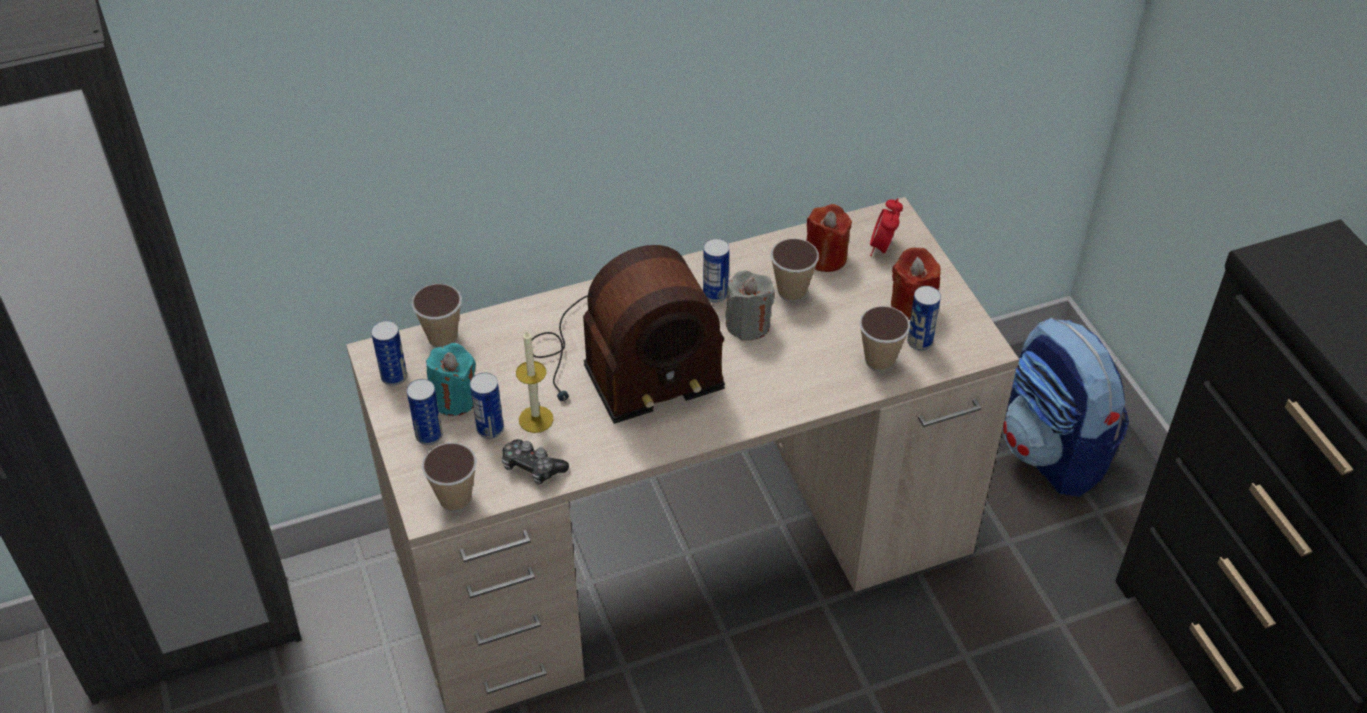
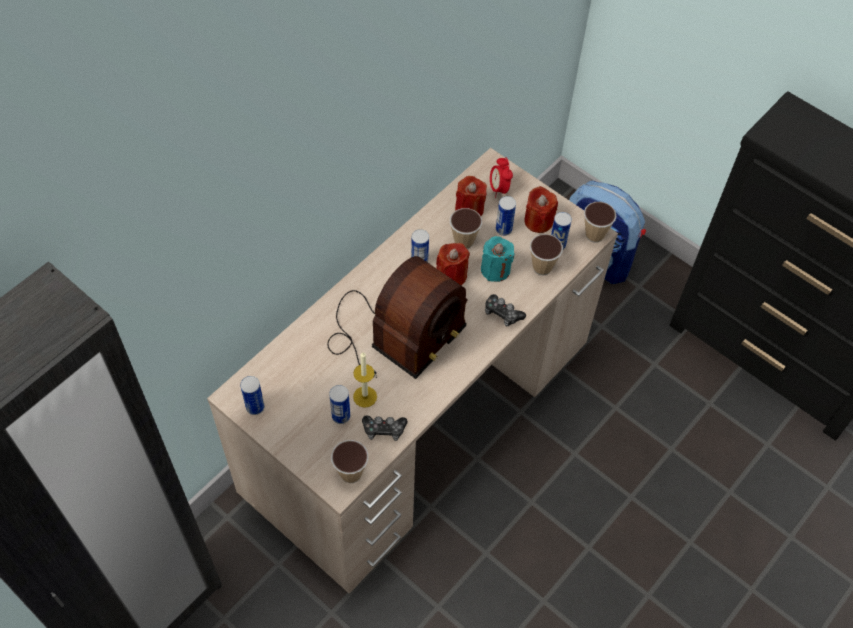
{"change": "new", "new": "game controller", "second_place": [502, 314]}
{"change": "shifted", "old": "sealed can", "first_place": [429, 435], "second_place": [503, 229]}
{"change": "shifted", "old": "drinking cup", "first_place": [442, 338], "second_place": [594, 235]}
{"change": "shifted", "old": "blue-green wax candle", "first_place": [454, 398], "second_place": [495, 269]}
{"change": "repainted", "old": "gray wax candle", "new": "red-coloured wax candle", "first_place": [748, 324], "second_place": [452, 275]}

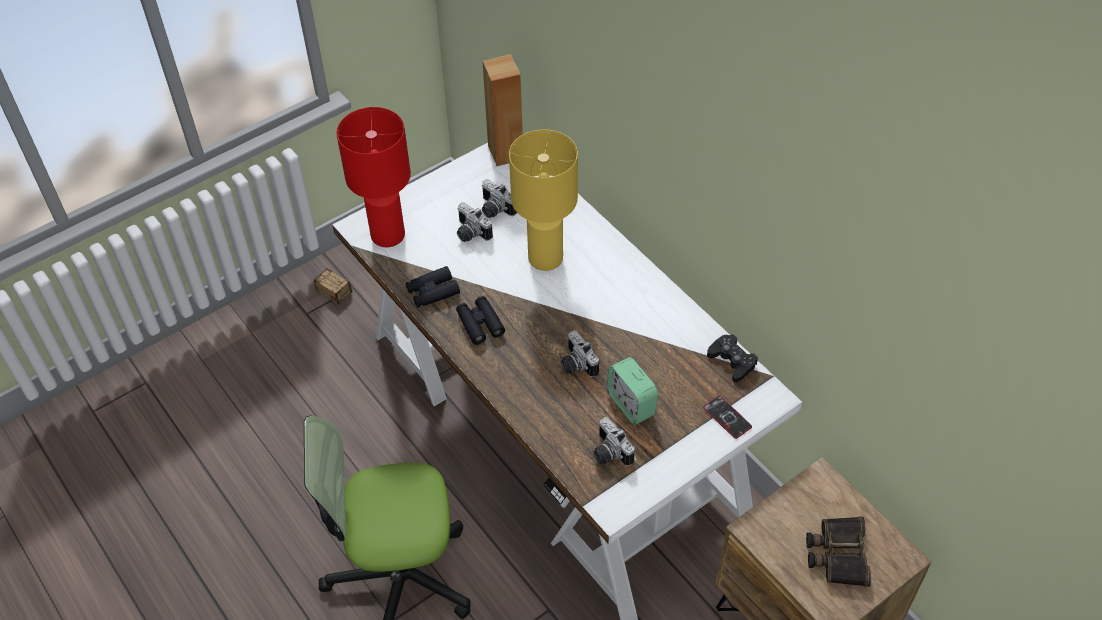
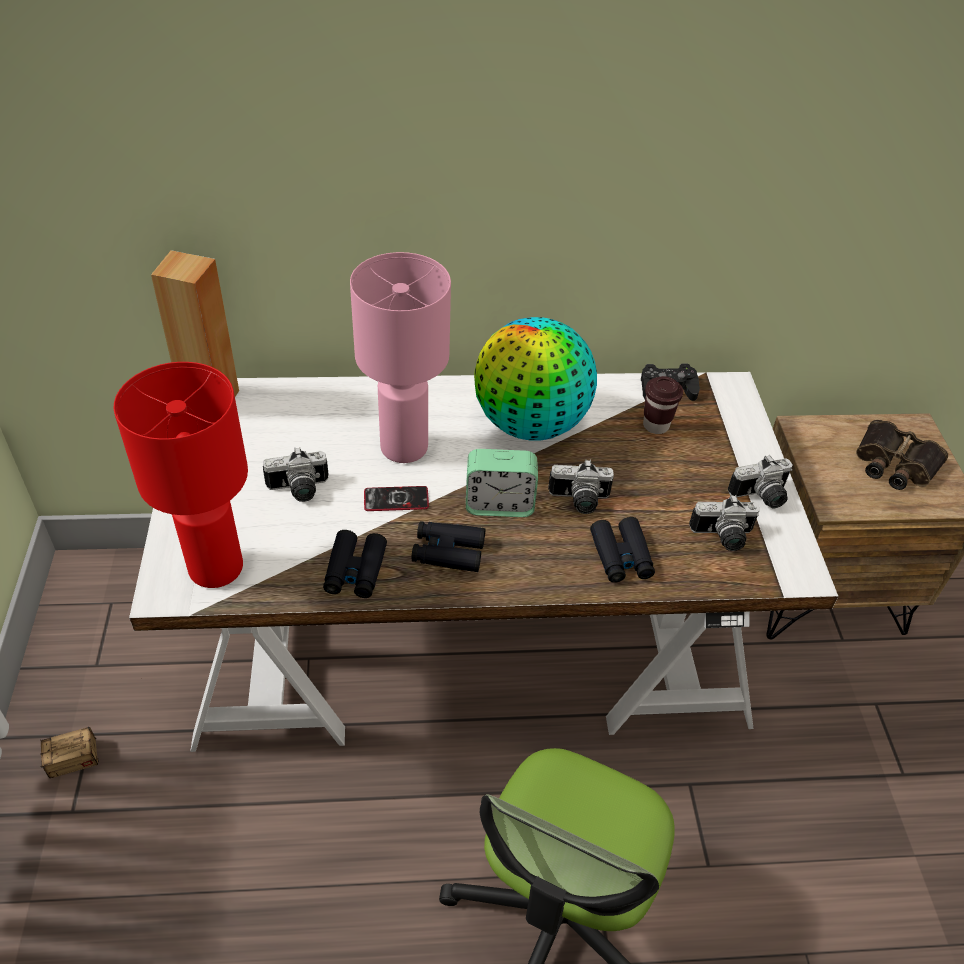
{"change": "new", "new": "globe", "second_place": [530, 424]}
{"change": "new", "new": "black field glasses", "second_place": [621, 556]}
{"change": "new", "new": "brownish drinking cup", "second_place": [656, 425]}
{"change": "shifted", "old": "photo camera", "first_place": [494, 209], "second_place": [761, 497]}
{"change": "shifted", "old": "bedside clock", "first_place": [631, 404], "second_place": [499, 504]}
{"change": "shifted", "old": "telephone", "first_place": [727, 417], "second_place": [396, 499]}
{"change": "repainted", "old": "yellow tabletop lamp", "new": "pink-coloured tabletop lamp", "first_place": [544, 259], "second_place": [404, 448]}

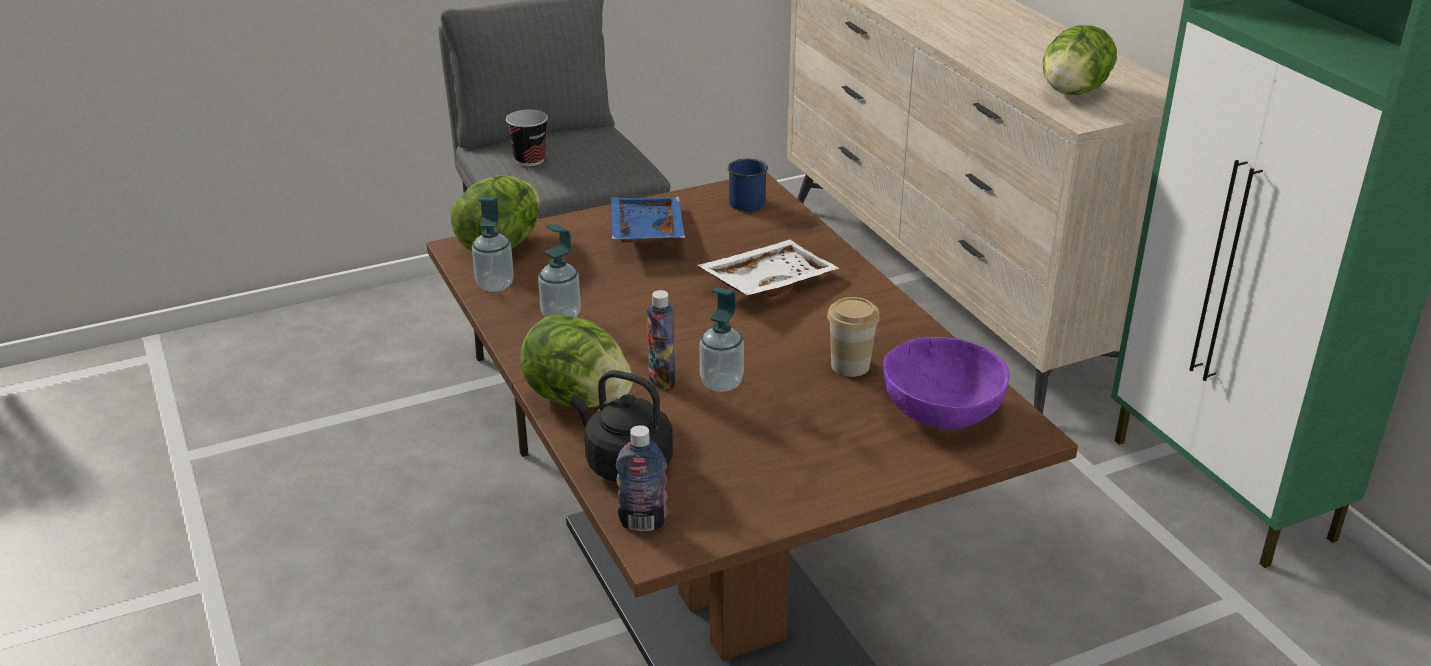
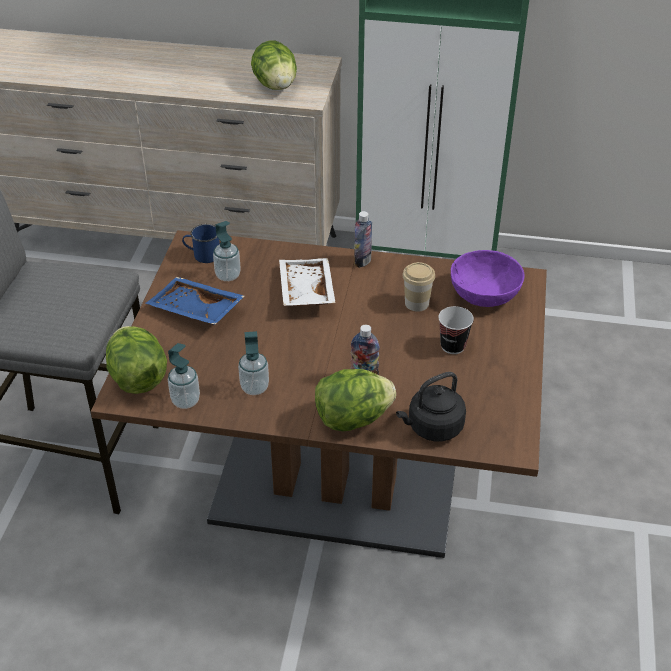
{"change": "shifted", "old": "drinking cup", "first_place": [530, 160], "second_place": [453, 346]}
{"change": "shifted", "old": "drink bottle", "first_place": [643, 523], "second_place": [362, 261]}
{"change": "shifted", "old": "soap bottle", "first_place": [721, 383], "second_place": [228, 275]}

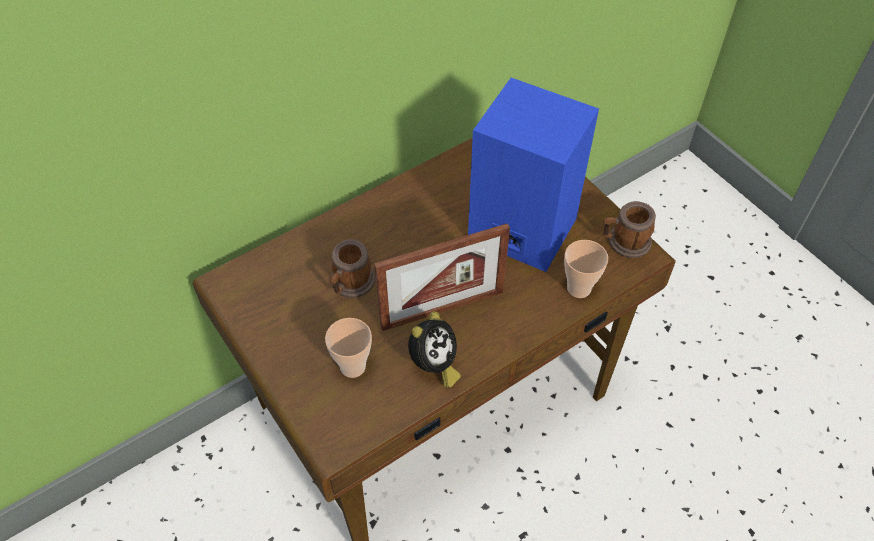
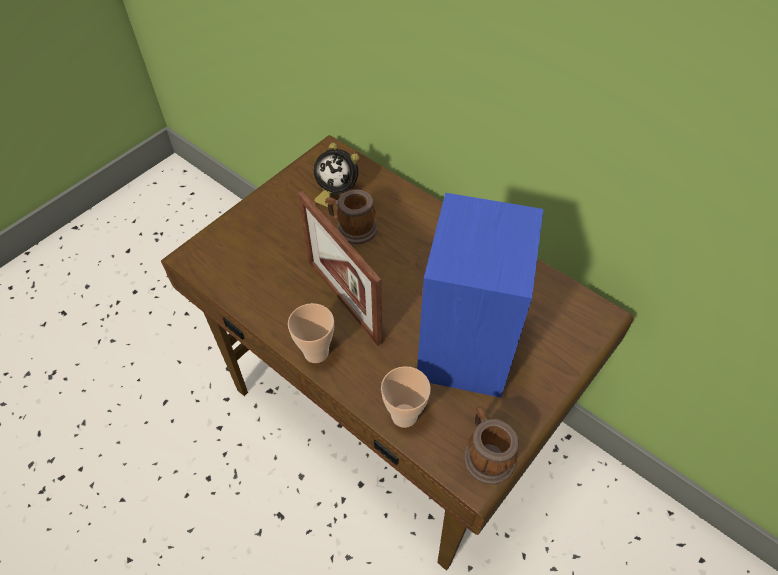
{"change": "shifted", "old": "drinking cup", "first_place": [353, 366], "second_place": [316, 352]}
{"change": "shifted", "old": "bedside clock", "first_place": [434, 365], "second_place": [336, 192]}

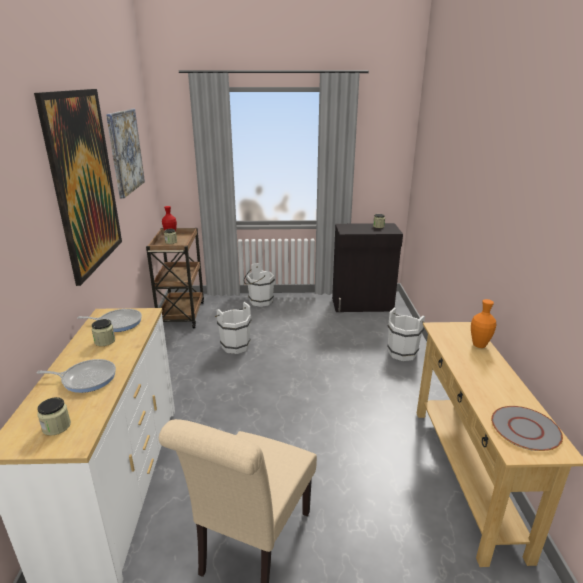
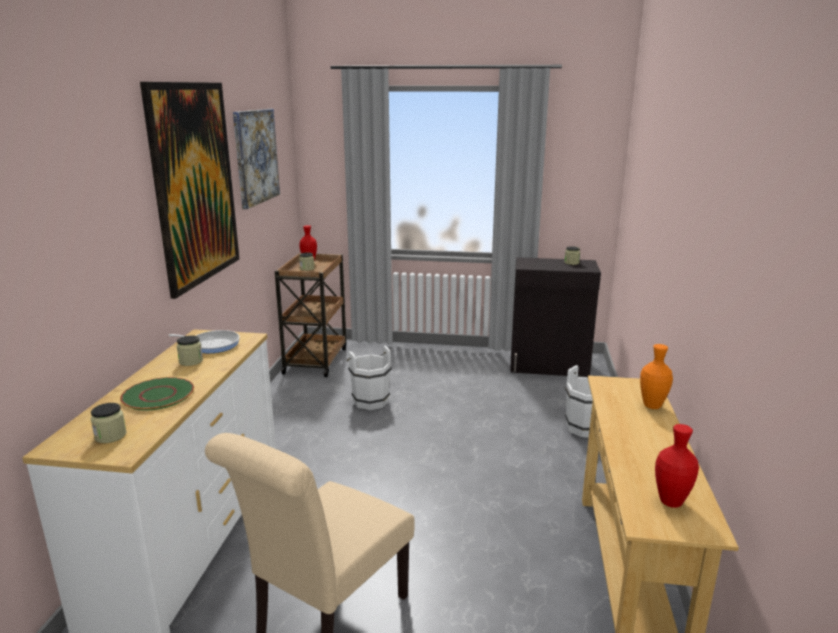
{"change": "gone", "old": "white-coloured pail", "first_place": [259, 302]}
{"change": "swapped", "old": "pan", "new": "green-coloured flat dish", "first_place": [86, 378], "second_place": [158, 395]}
{"change": "swapped", "old": "gray flat dish", "new": "red-coloured flower vase", "first_place": [525, 429], "second_place": [671, 502]}

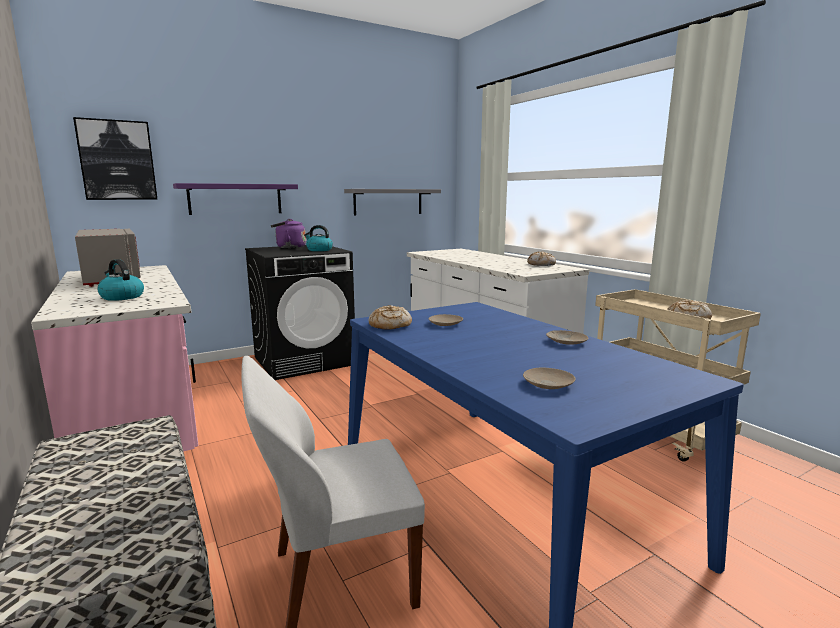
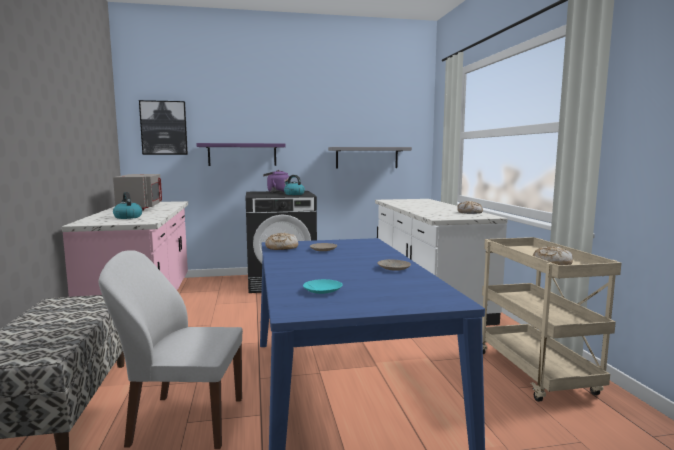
{"change": "repainted", "old": "sand-coloured flat dish", "new": "blue-green flat dish", "first_place": [548, 384], "second_place": [322, 291]}

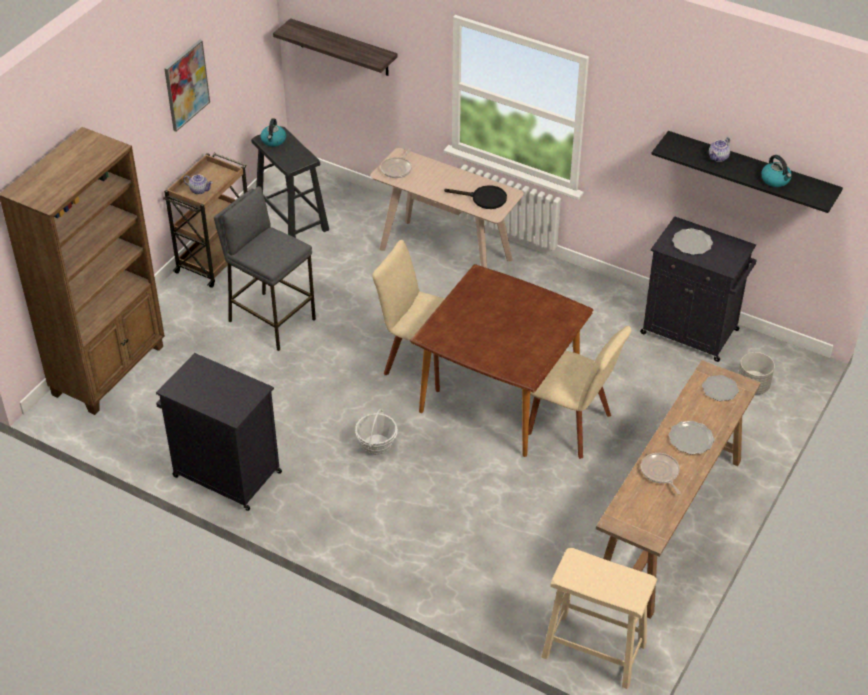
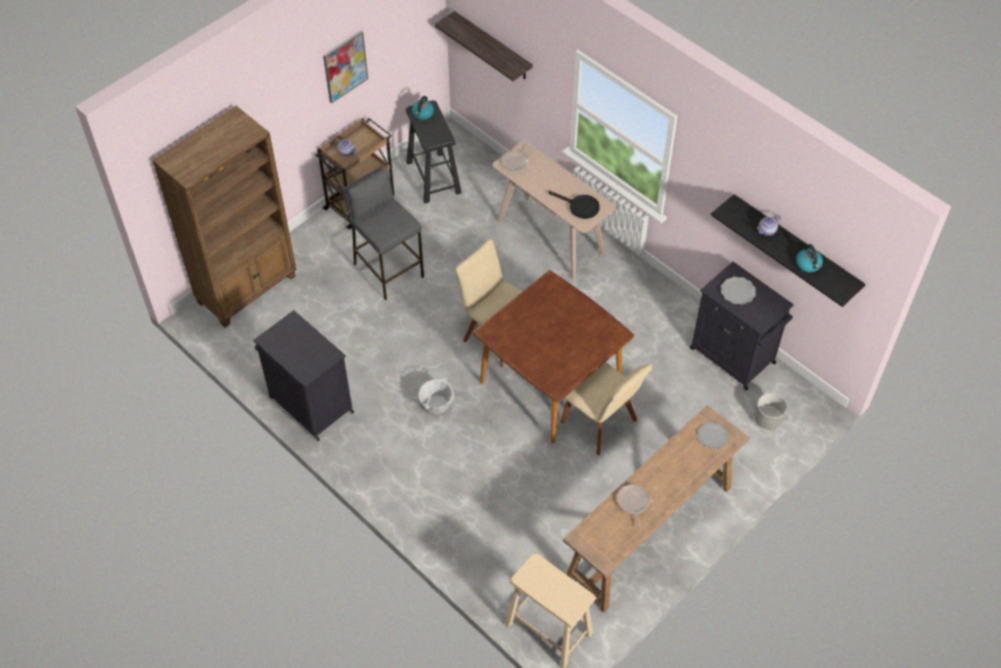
{"change": "gone", "old": "flat dish", "first_place": [691, 439]}

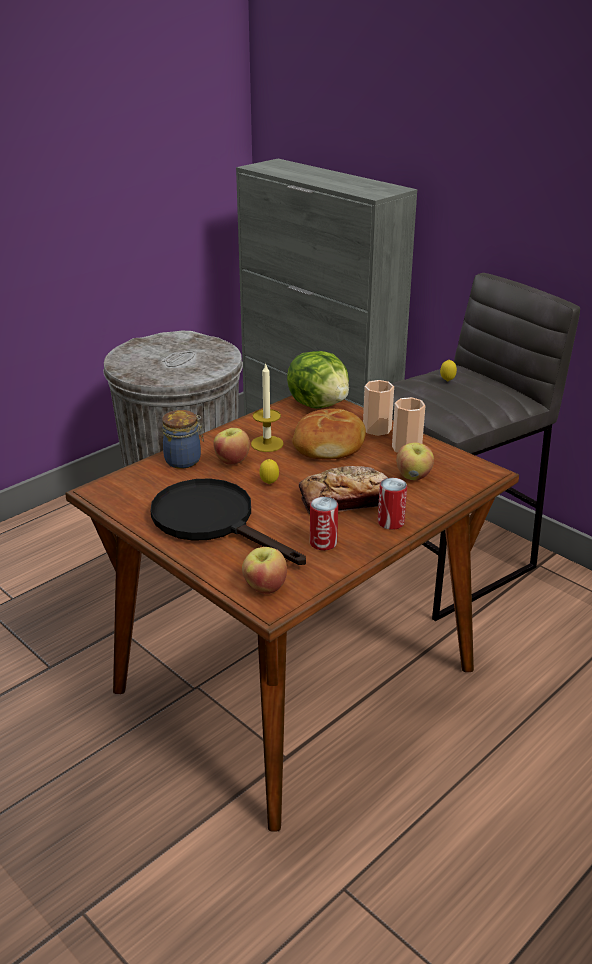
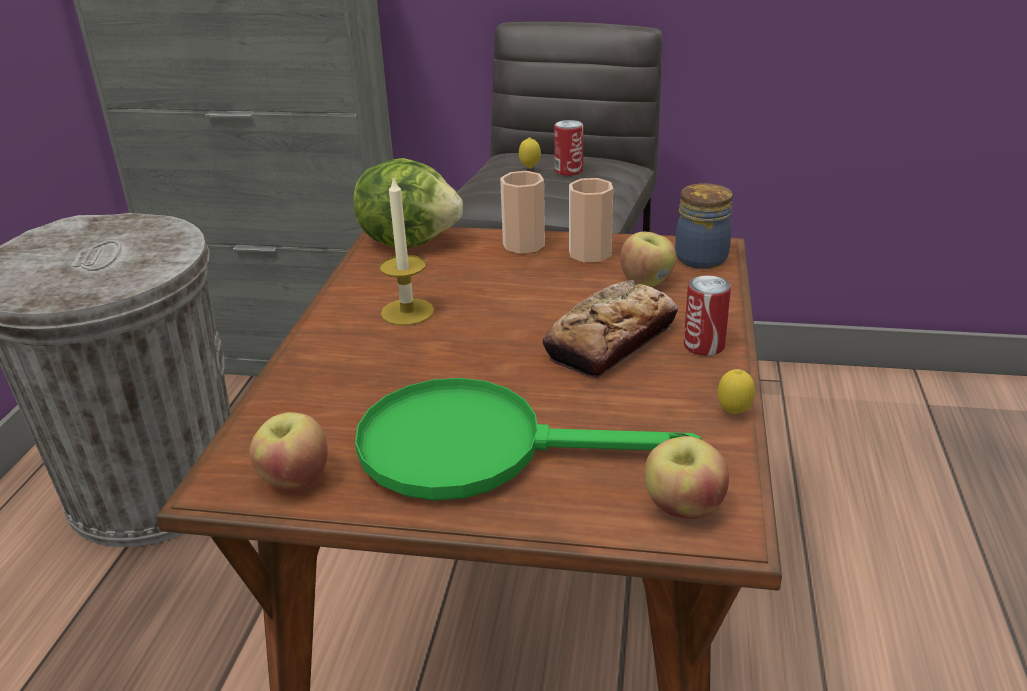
{"change": "gone", "old": "baked bread", "first_place": [329, 445]}
{"change": "shifted", "old": "preserve jar", "first_place": [184, 460], "second_place": [702, 257]}
{"change": "shifted", "old": "apple fruit", "first_place": [232, 460], "second_place": [294, 479]}
{"change": "shifted", "old": "lemon", "first_place": [269, 483], "second_place": [733, 413]}
{"change": "shifted", "old": "sealed can", "first_place": [323, 543], "second_place": [568, 171]}
{"change": "repainted", "old": "black pan", "new": "green-coloured pan", "first_place": [213, 521], "second_place": [478, 448]}

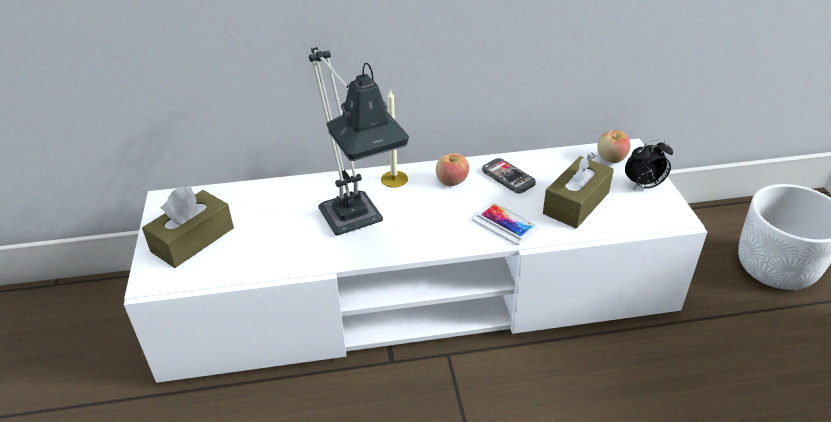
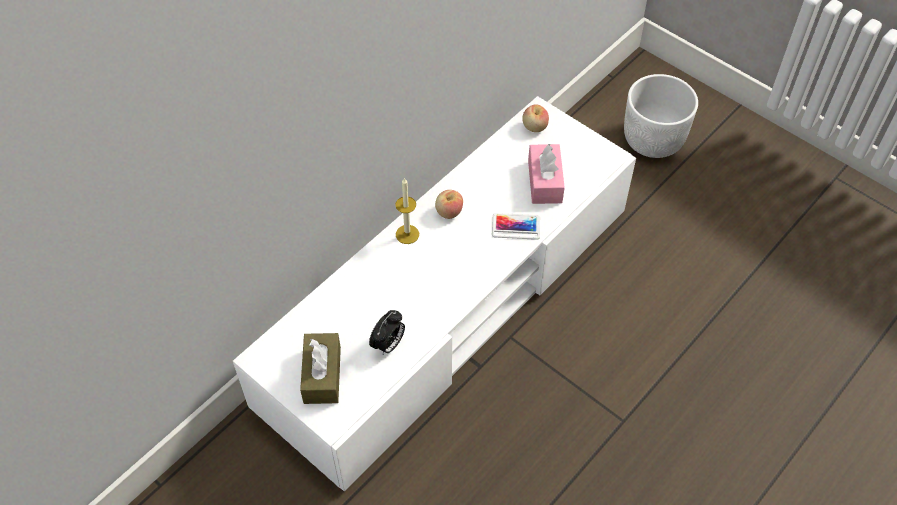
{"change": "gone", "old": "tabletop lamp", "first_place": [356, 225]}
{"change": "gone", "old": "telephone", "first_place": [508, 177]}
{"change": "shifted", "old": "bedside clock", "first_place": [644, 186], "second_place": [388, 345]}
{"change": "repainted", "old": "brownish tissue box", "new": "pink-coloured tissue box", "first_place": [576, 203], "second_place": [544, 181]}

